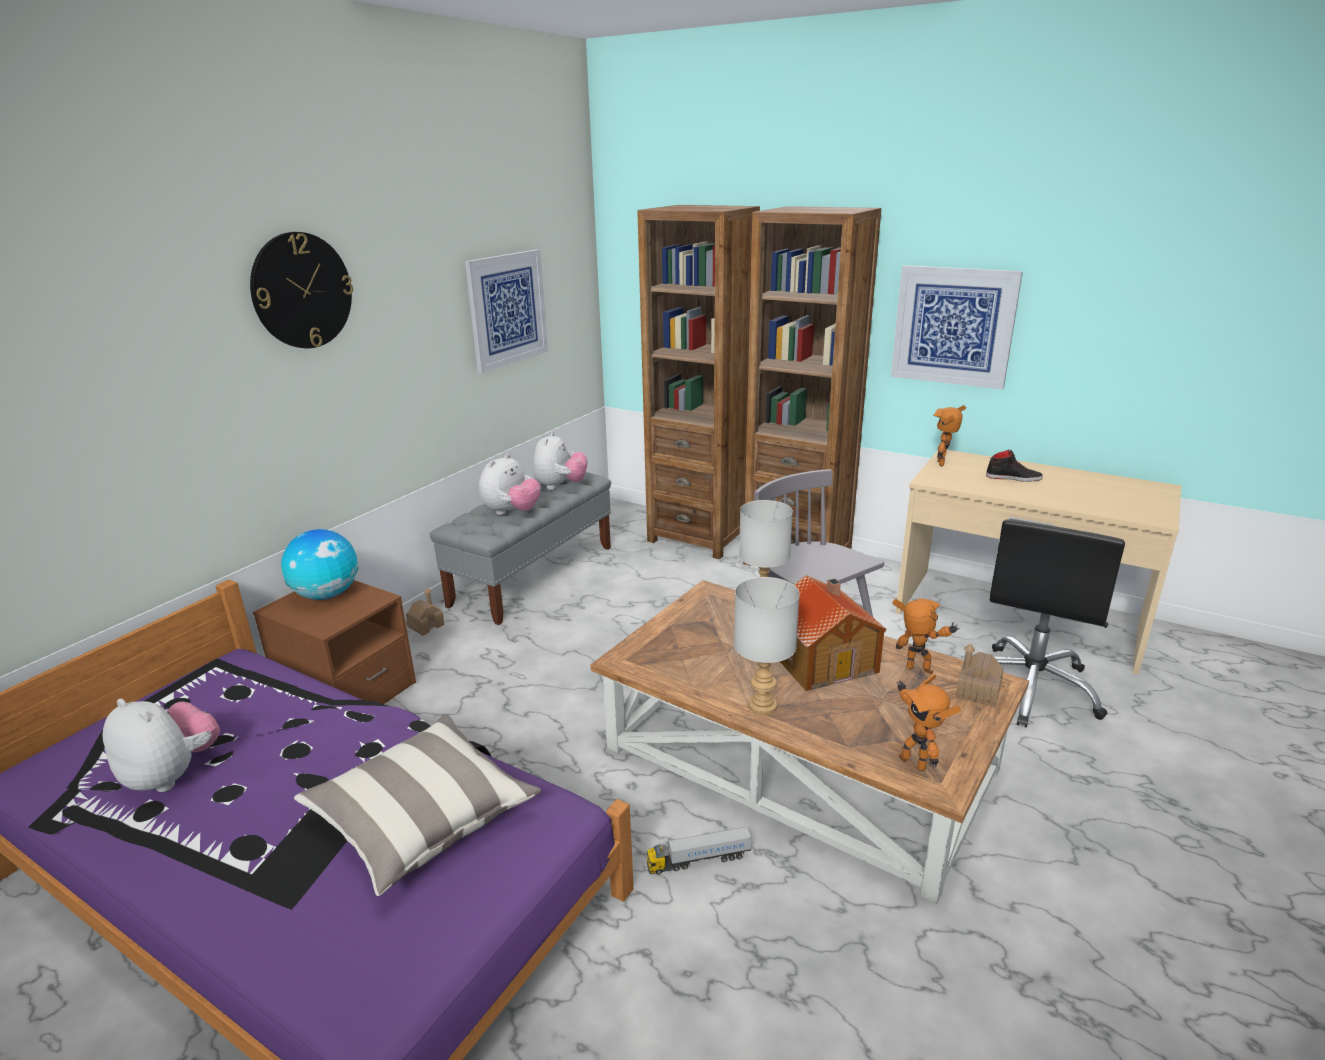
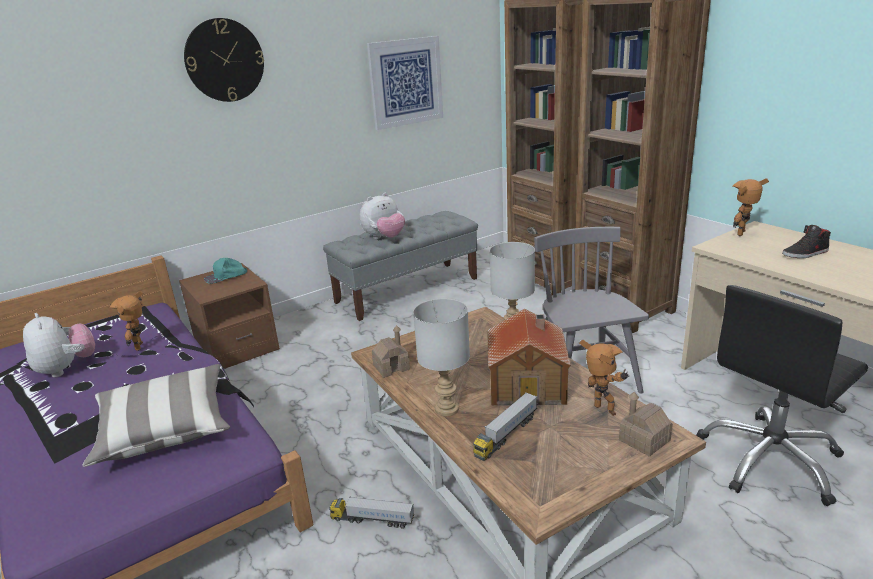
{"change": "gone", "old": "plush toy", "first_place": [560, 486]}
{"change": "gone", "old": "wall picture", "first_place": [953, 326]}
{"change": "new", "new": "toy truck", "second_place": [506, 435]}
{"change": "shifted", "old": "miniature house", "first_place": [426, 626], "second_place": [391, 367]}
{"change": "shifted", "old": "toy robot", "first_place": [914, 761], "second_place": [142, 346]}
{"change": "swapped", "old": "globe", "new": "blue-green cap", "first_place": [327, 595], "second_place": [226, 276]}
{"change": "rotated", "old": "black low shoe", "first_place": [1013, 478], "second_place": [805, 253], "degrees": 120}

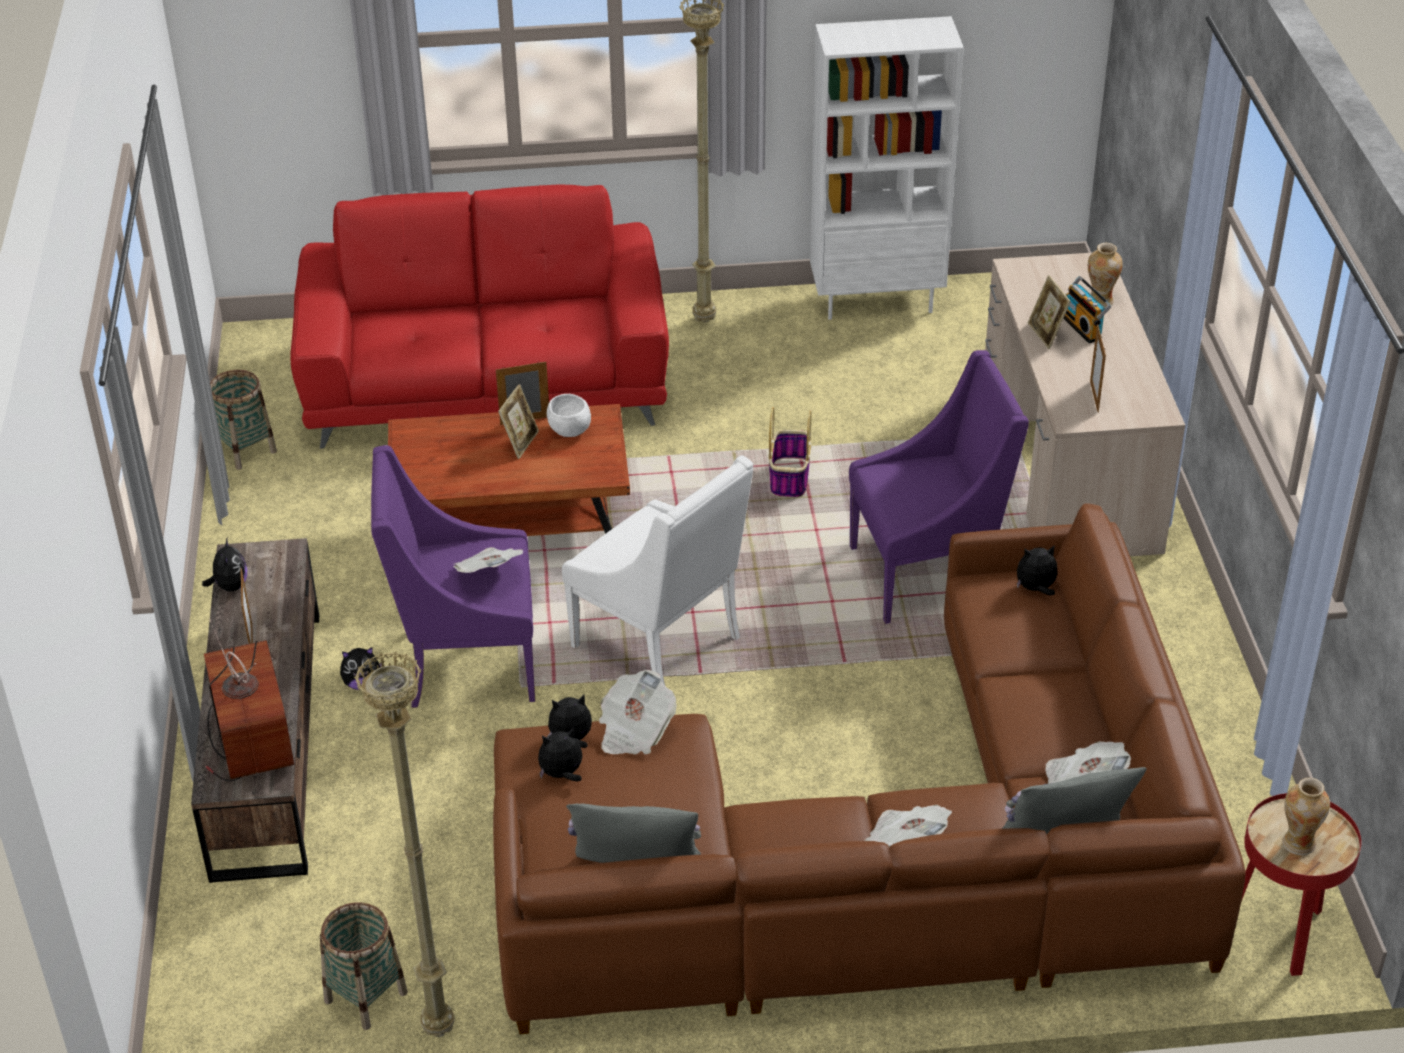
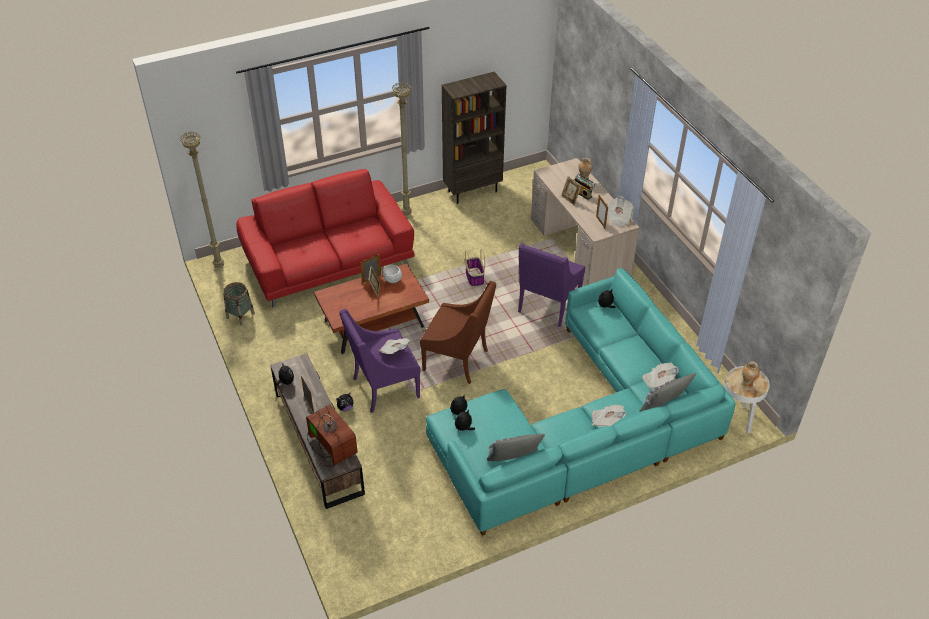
{"change": "gone", "old": "storage basket", "first_place": [366, 997]}
{"change": "shifted", "old": "sand-coloured standing lamp", "first_place": [436, 1028], "second_place": [218, 266]}
{"change": "shifted", "old": "printed paper", "first_place": [634, 730], "second_place": [618, 218]}
{"change": "repainted", "old": "brownish couch", "new": "blue-green couch", "first_place": [882, 858], "second_place": [583, 427]}
{"change": "repainted", "old": "white-coloured easy chair", "new": "brownish easy chair", "first_place": [662, 644], "second_place": [458, 360]}
{"change": "repainted", "old": "white-coloured shelving unit", "new": "brownish shelving unit", "first_place": [877, 301], "second_place": [472, 191]}
{"change": "repainted", "old": "red-coloured accent table", "new": "white-coloured accent table", "first_place": [1280, 933], "second_place": [736, 418]}
{"change": "rotated", "old": "purple-coloured easy chair", "first_place": [928, 574], "second_place": [547, 306], "degrees": 150}

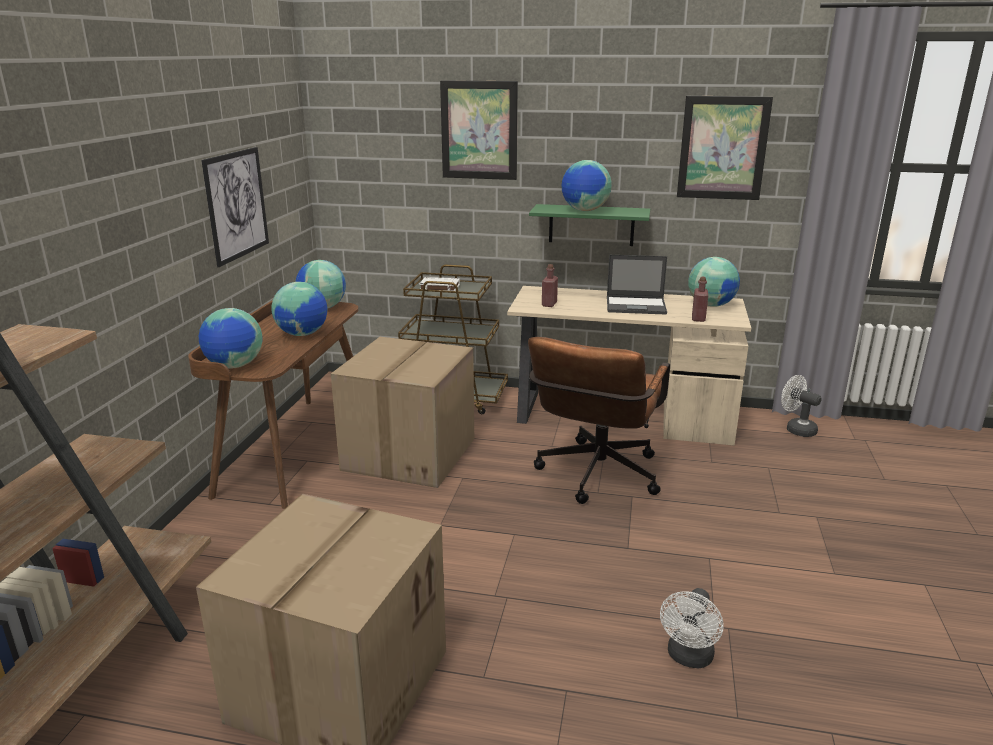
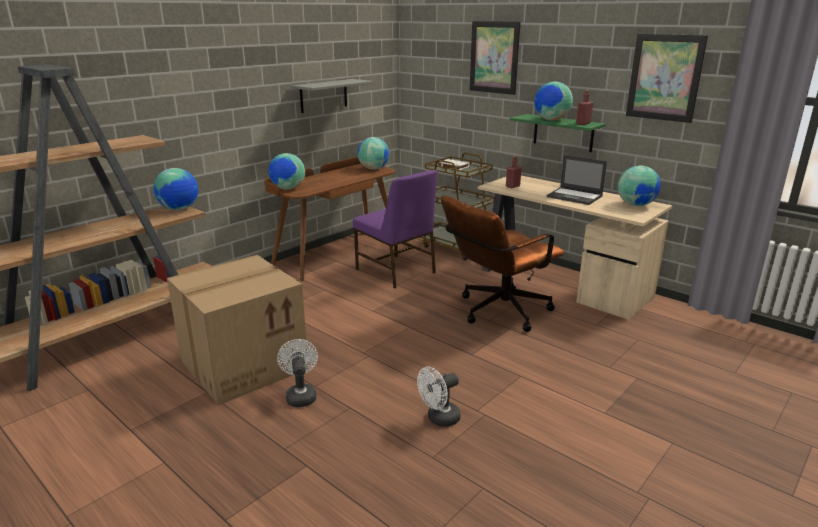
{"change": "shifted", "old": "globe", "first_place": [302, 334], "second_place": [179, 209]}
{"change": "shifted", "old": "red-coloured drink bottle", "first_place": [698, 318], "second_place": [583, 123]}
{"change": "shifted", "old": "white-coloured electric fan", "first_place": [796, 429], "second_place": [300, 395]}
{"change": "swapped", "old": "wall picture", "new": "gray wall shelf", "first_place": [237, 205], "second_place": [323, 95]}
{"change": "swapped", "old": "cardboard box", "new": "purple-coloured upright chair", "first_place": [410, 455], "second_place": [396, 271]}

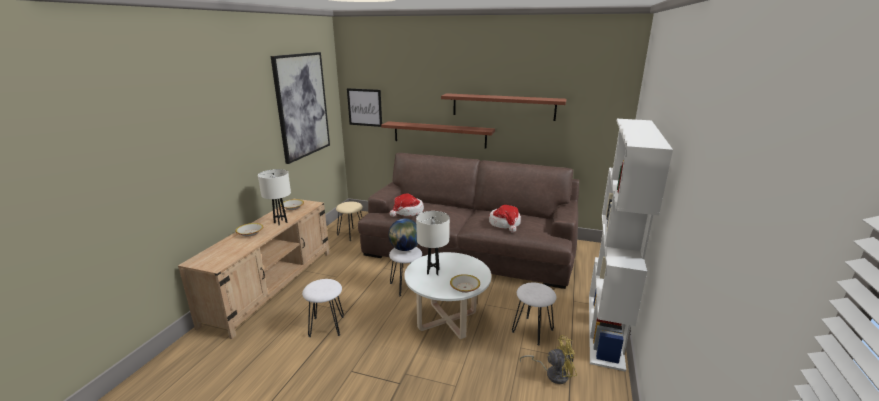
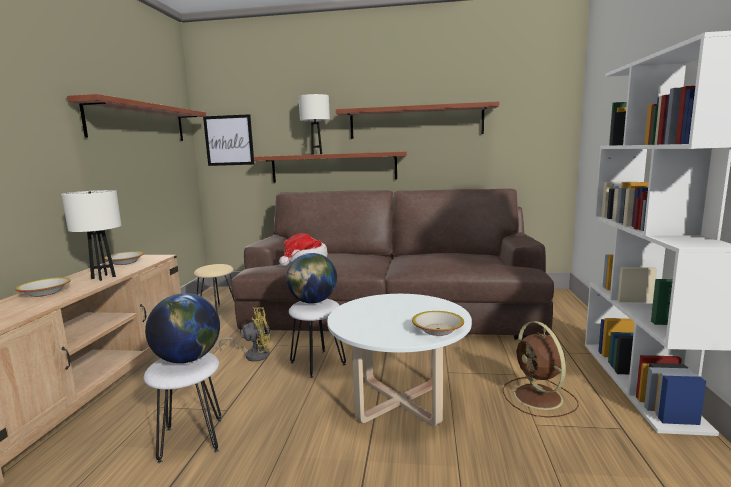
{"change": "gone", "old": "clothing hat", "first_place": [505, 224]}
{"change": "new", "new": "globe", "second_place": [188, 359]}
{"change": "shifted", "old": "white-coloured tabletop lamp", "first_place": [433, 272], "second_place": [316, 154]}
{"change": "shifted", "old": "yellow electric fan", "first_place": [552, 373], "second_place": [254, 355]}
{"change": "swapped", "old": "wall picture", "new": "wall shelf", "first_place": [302, 106], "second_place": [139, 122]}
{"change": "swapped", "old": "white-coloured sitting stool", "new": "brownish electric fan", "first_place": [533, 331], "second_place": [539, 398]}

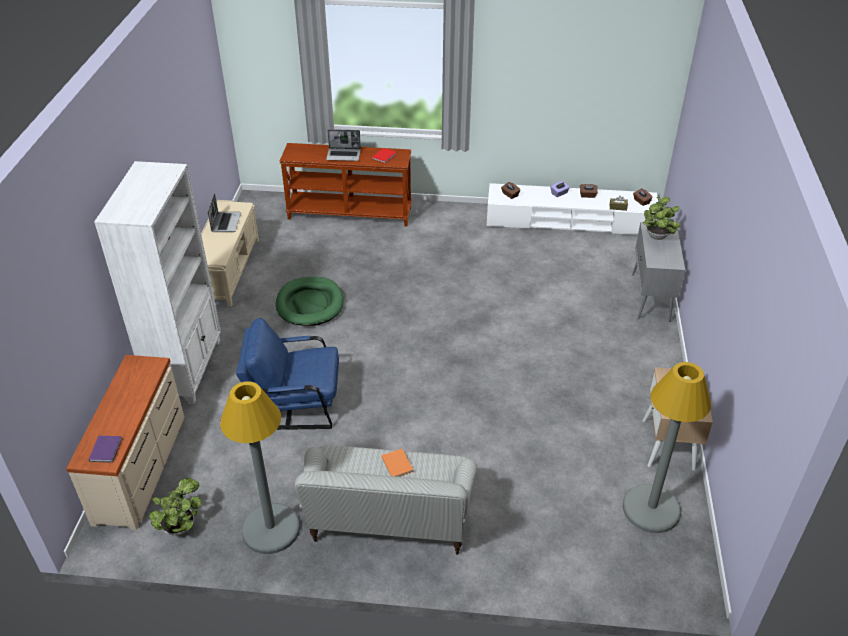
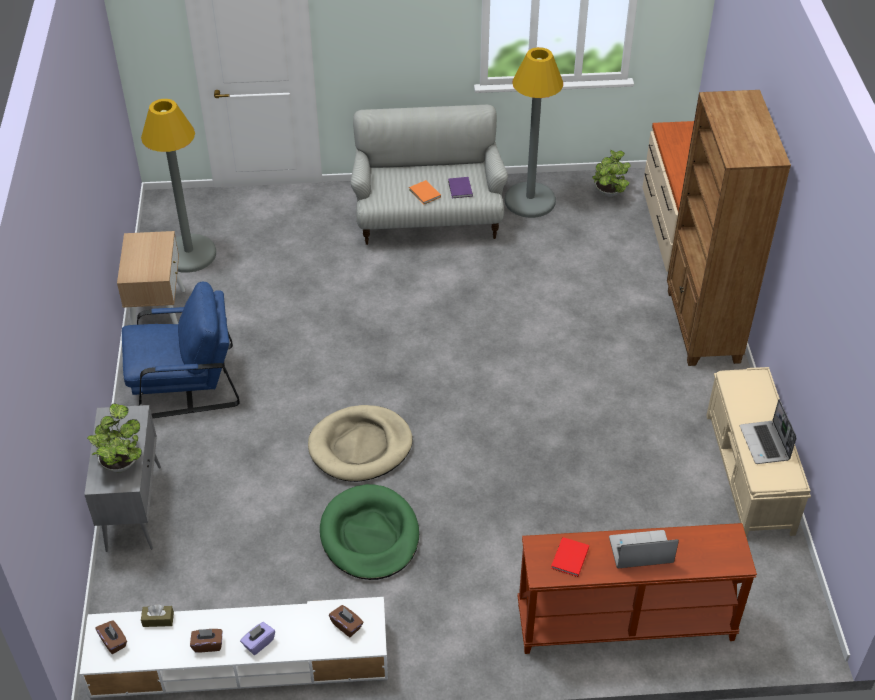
{"change": "new", "new": "sand-coloured dog cushion", "second_place": [360, 446]}
{"change": "shifted", "old": "purple-coloured bound book", "first_place": [106, 449], "second_place": [459, 189]}
{"change": "shifted", "old": "blue-coloured easy chair", "first_place": [294, 401], "second_place": [184, 382]}
{"change": "shifted", "old": "green-coloured dog cushion", "first_place": [310, 304], "second_place": [370, 535]}
{"change": "repainted", "old": "white-coloured shelving unit", "new": "brownish shelving unit", "first_place": [187, 369], "second_place": [702, 327]}

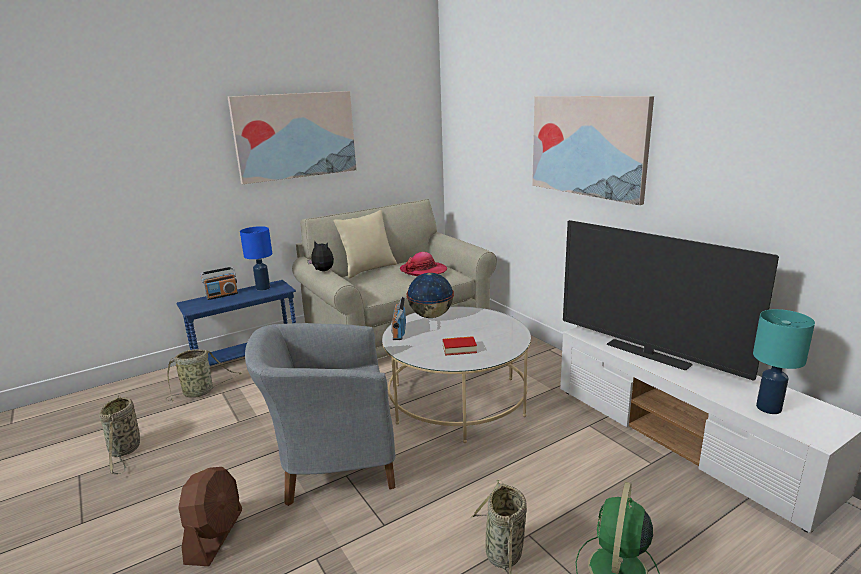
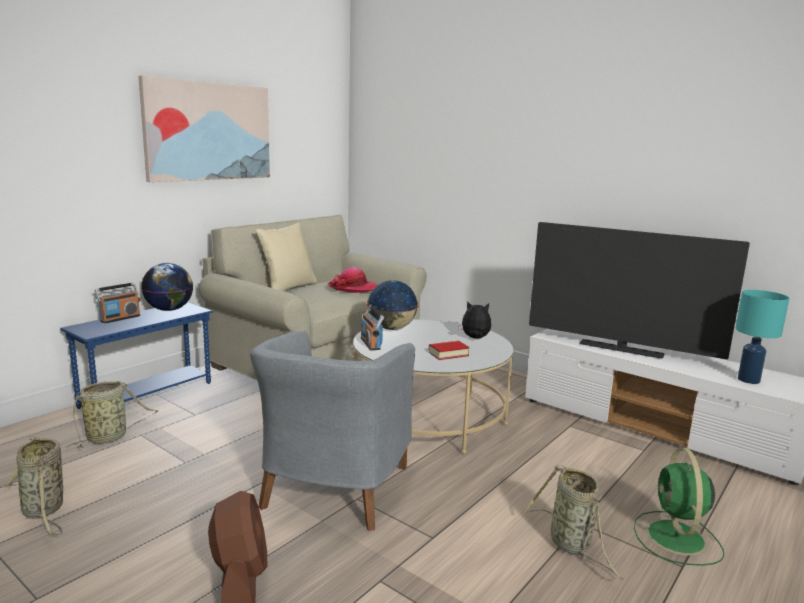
{"change": "gone", "old": "wall picture", "first_place": [588, 146]}
{"change": "shifted", "old": "plush toy", "first_place": [322, 271], "second_place": [475, 338]}
{"change": "swapped", "old": "blue-coloured tabletop lamp", "new": "globe", "first_place": [263, 288], "second_place": [169, 310]}
{"change": "rotated", "old": "gray easy chair", "first_place": [332, 464], "second_place": [333, 490], "degrees": -45}

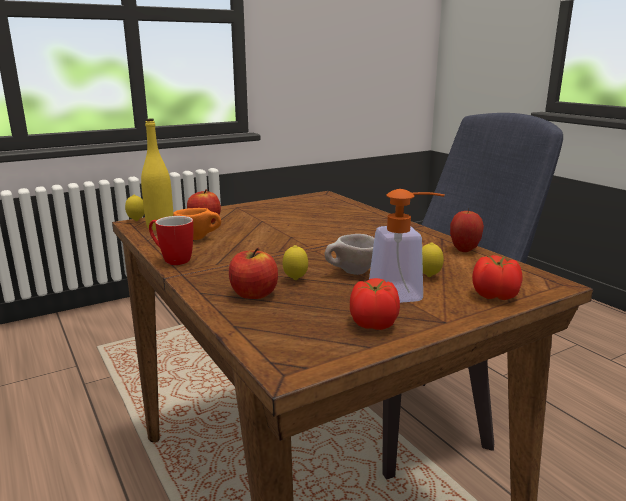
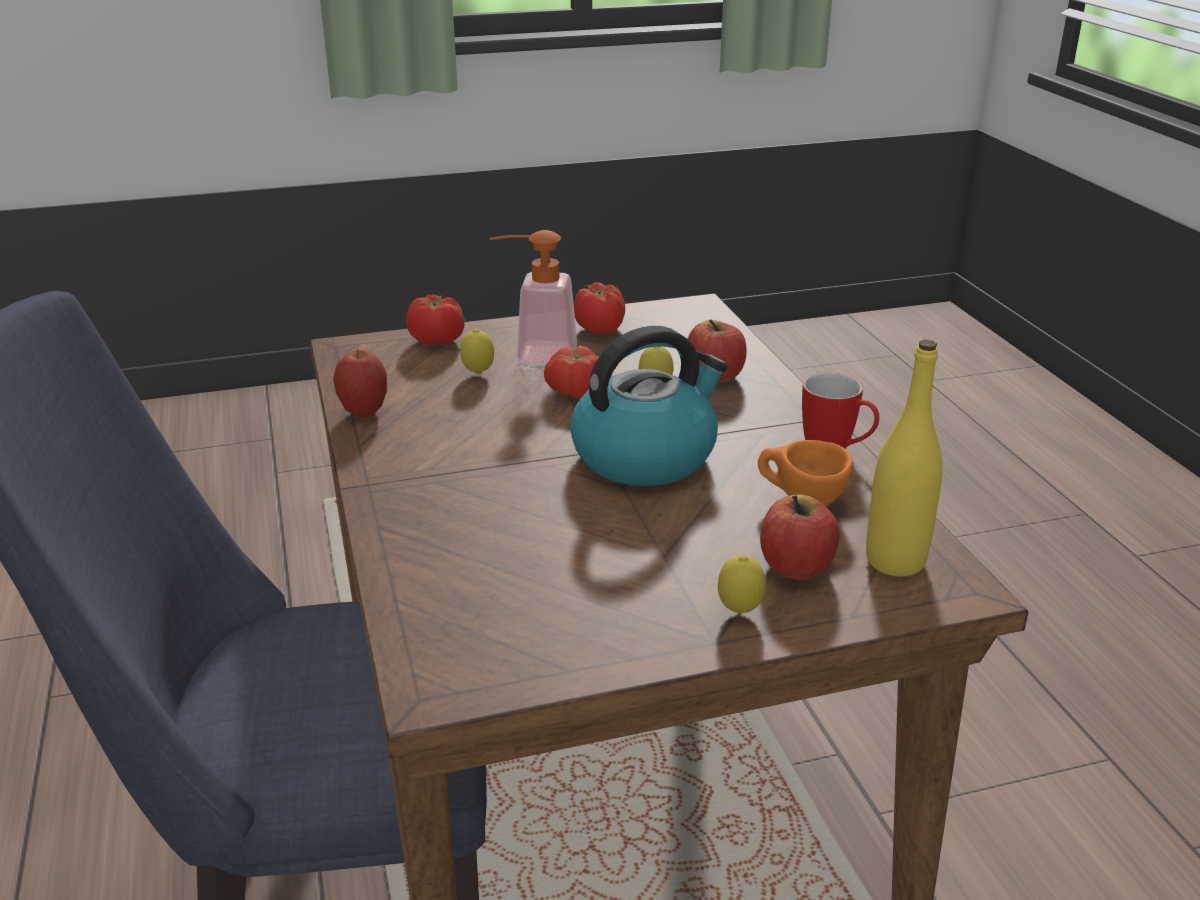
{"change": "new", "new": "water kettle", "second_place": [646, 455]}
{"change": "shifted", "old": "lemon", "first_place": [136, 221], "second_place": [739, 612]}
{"change": "swapped", "old": "sand-coloured drinking cup", "new": "tomato", "first_place": [351, 273], "second_place": [575, 391]}

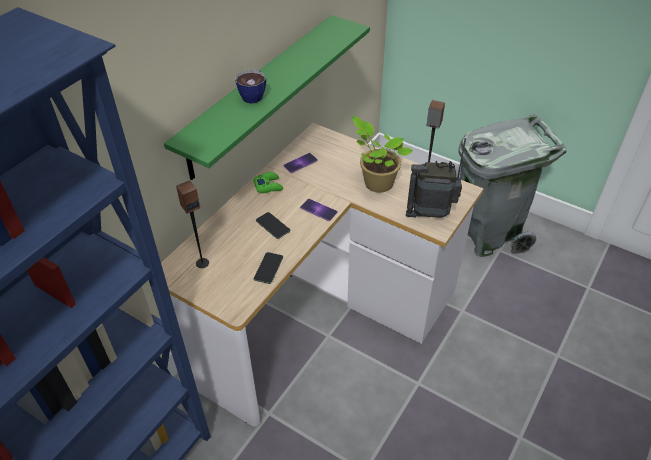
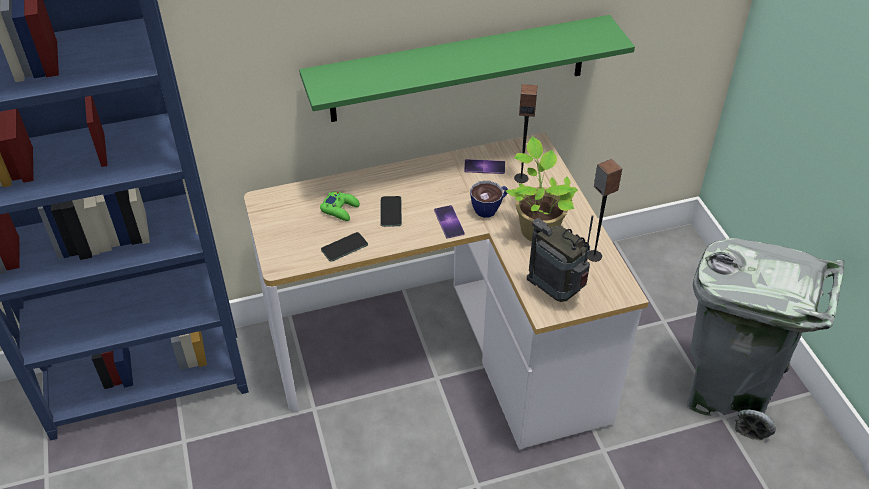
{"change": "shifted", "old": "loudspeaker", "first_place": [202, 263], "second_place": [521, 178]}
{"change": "shifted", "old": "drinking cup", "first_place": [254, 95], "second_place": [490, 208]}
{"change": "shifted", "old": "green-coloured game controller", "first_place": [268, 186], "second_place": [340, 209]}

